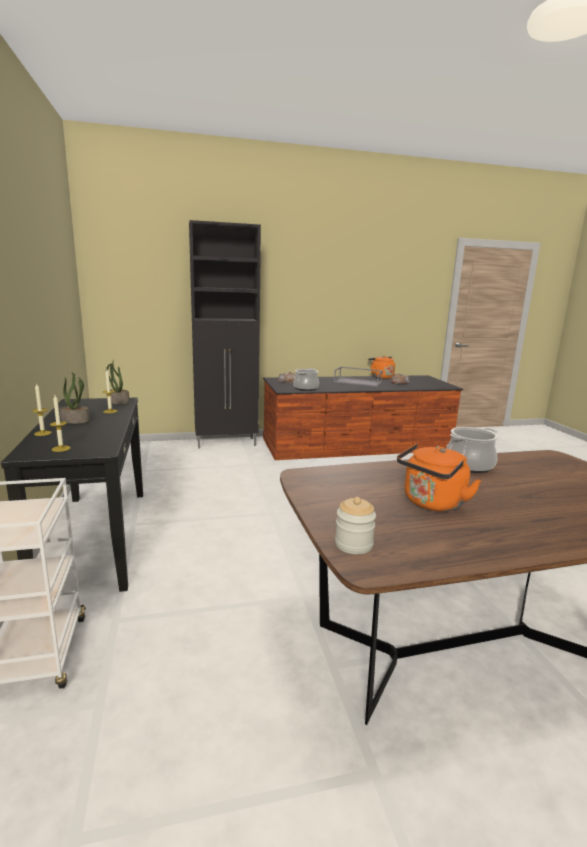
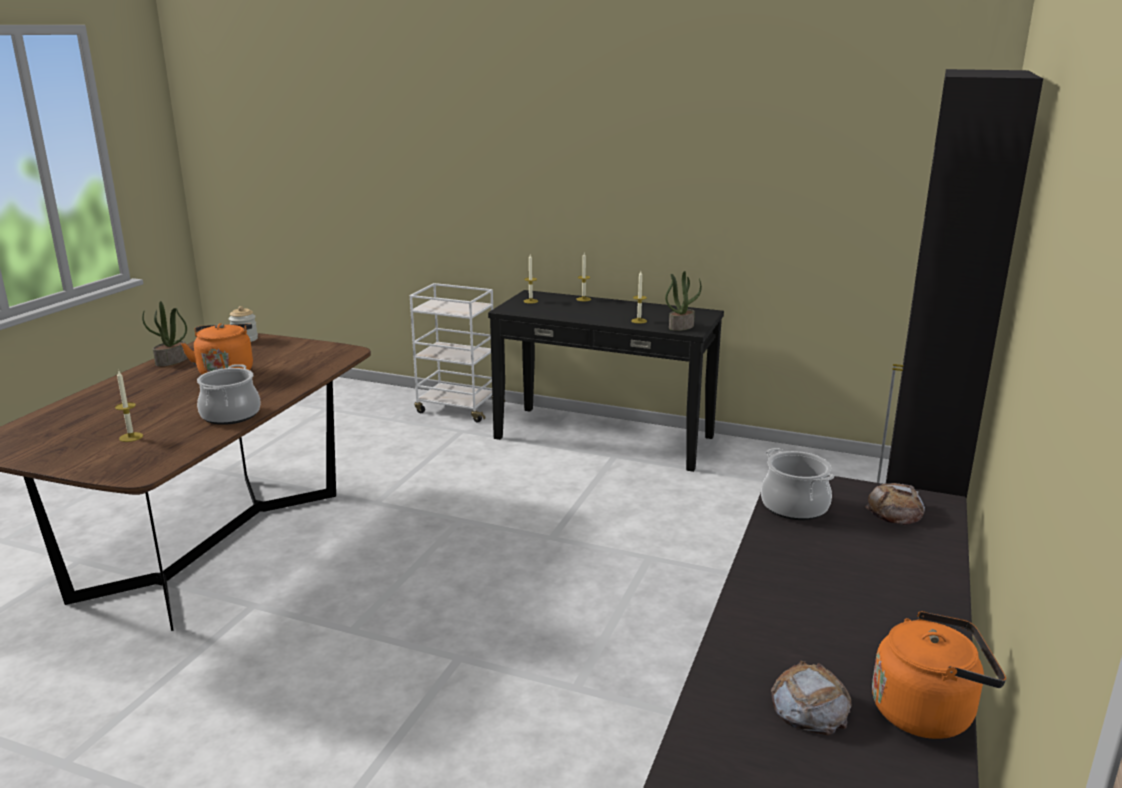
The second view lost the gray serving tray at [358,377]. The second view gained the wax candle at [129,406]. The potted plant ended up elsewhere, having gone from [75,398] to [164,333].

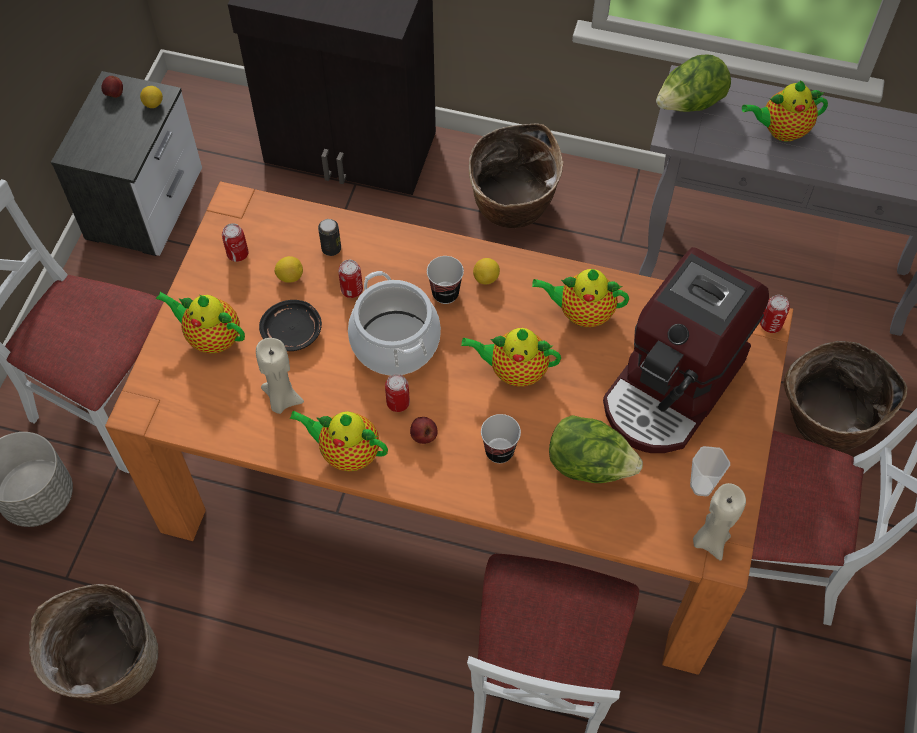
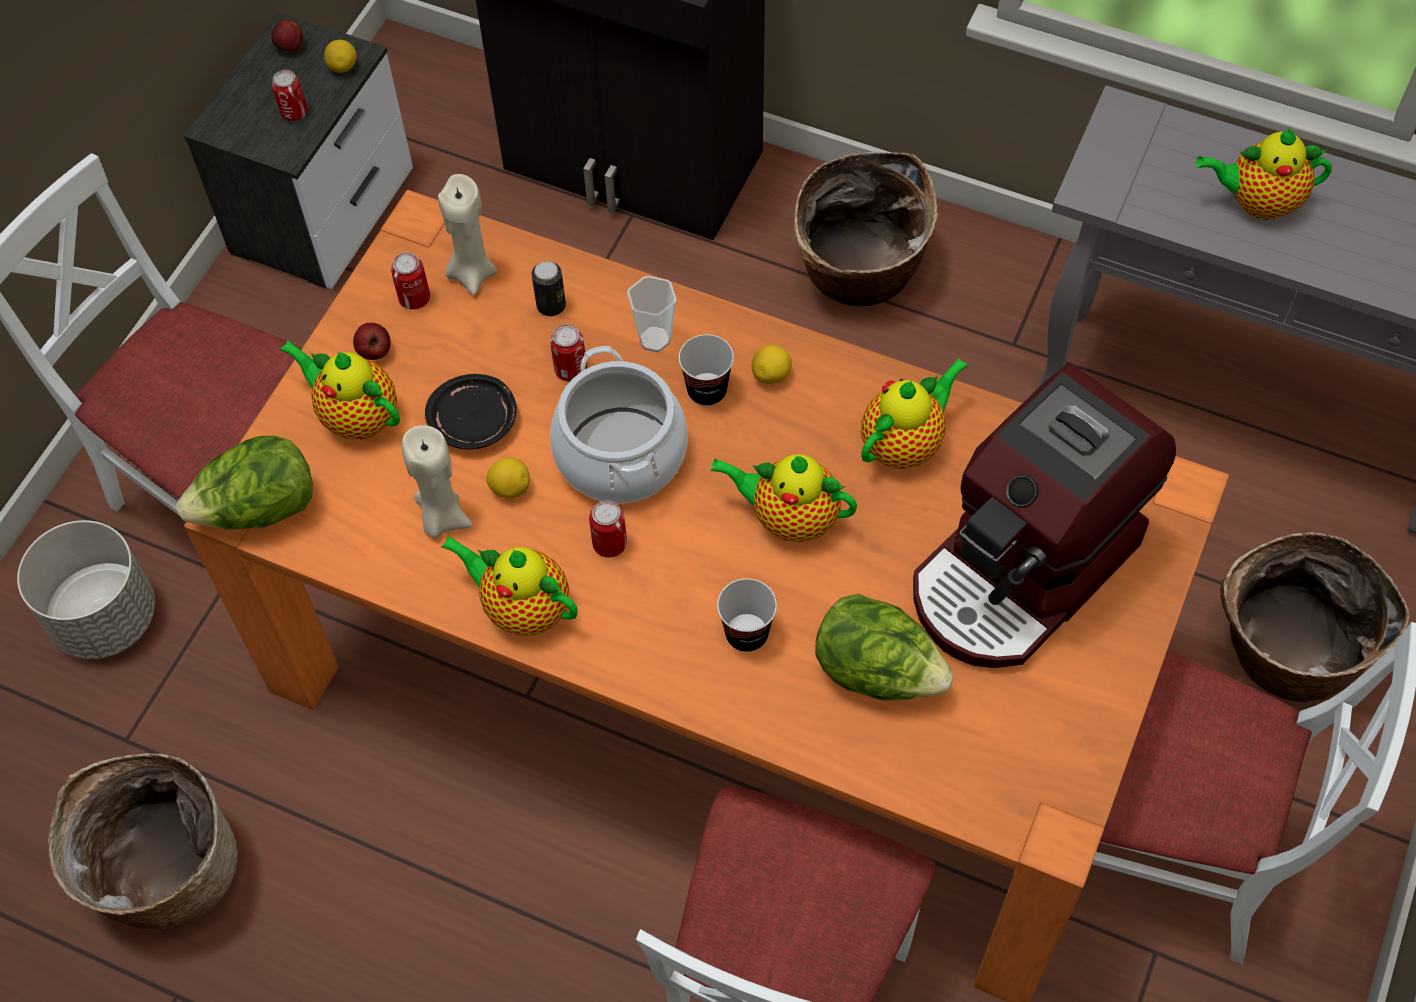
The whole lemon ended up elsewhere, having gone from [289,269] to [508,478]. The apple ended up elsewhere, having gone from [424,430] to [372,341]. The lettuce head ended up elsewhere, having gone from [693,83] to [245,482]. The cup ended up elsewhere, having gone from [710,471] to [651,314]. The beige wax candle ended up elsewhere, having gone from [719,522] to [467,234]. The sealed can ended up elsewhere, having gone from [775,314] to [290,95]. The teapot at [580,298] ended up facing another way, 120 degrees clockwise from before.

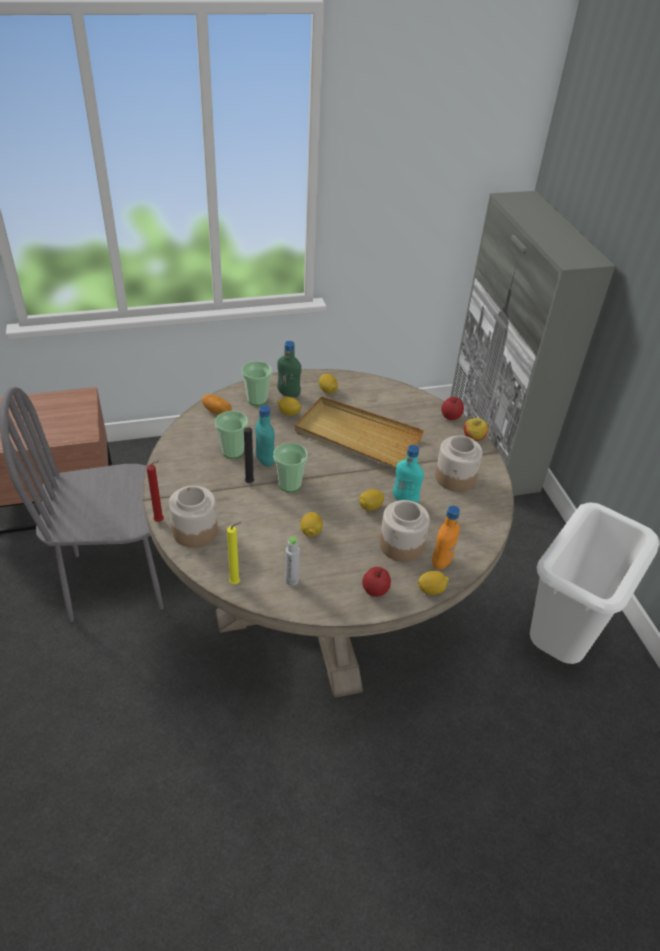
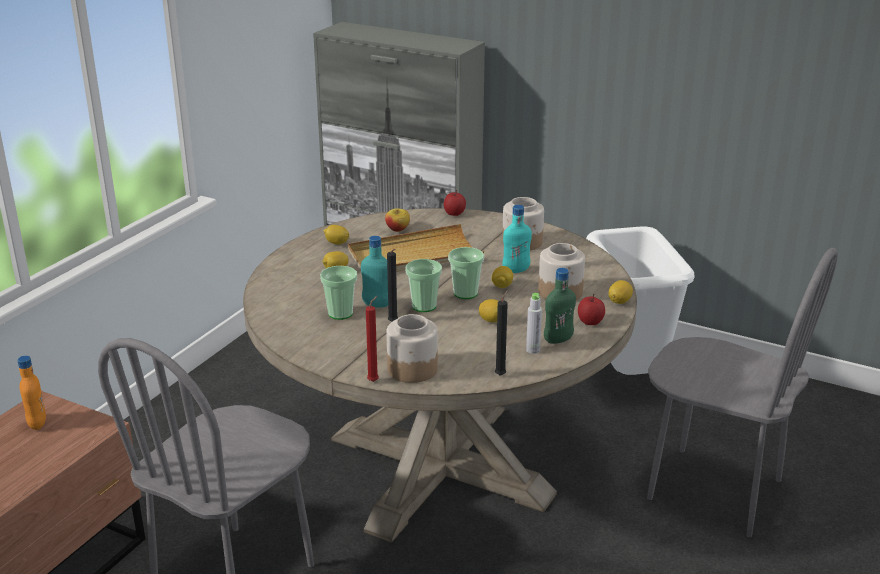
The second view lost the spud at [217,404]. The second view gained the gray upright chair at [742,393]. The cup ended up elsewhere, having gone from [257,383] to [466,273]. The green bottle ended up elsewhere, having gone from [289,369] to [560,306]. The orange-coloured bottle ended up elsewhere, having gone from [446,537] to [31,393]. The apple ended up elsewhere, having gone from [476,429] to [397,220]. What was the yellowish wax candle at [234,553] turned into the black wax candle at [501,333].

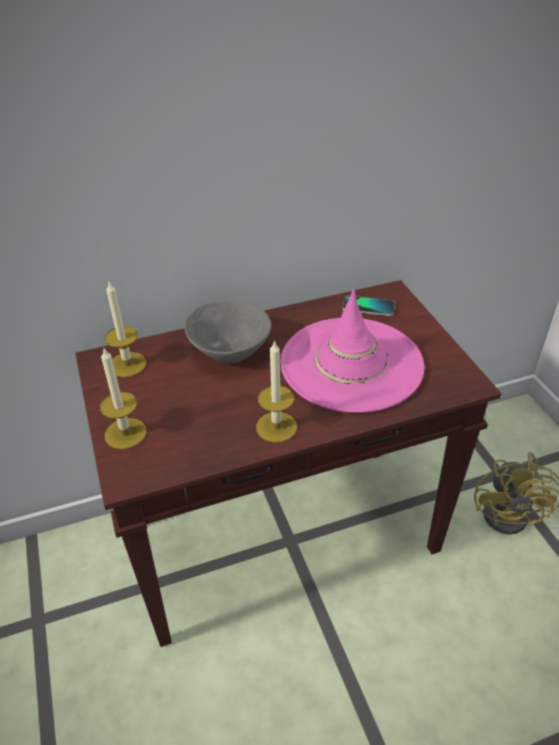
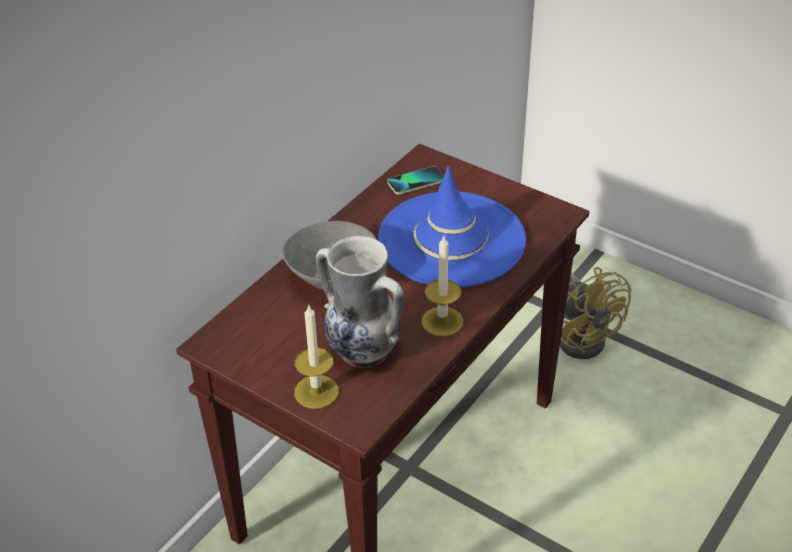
The second view lost the wax candle at [125,329]. The second view gained the decorative vase at [360,302]. What was the pinkish hat at [352,351] turned into the blue-coloured hat at [452,227].

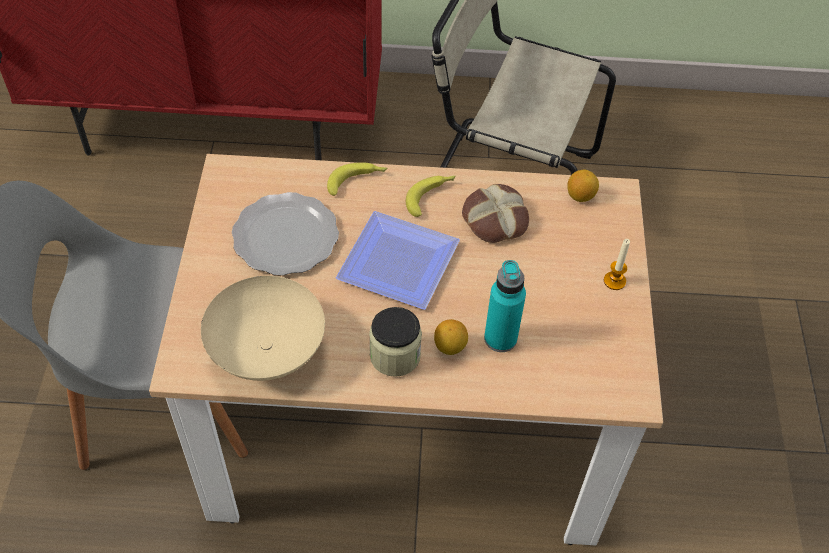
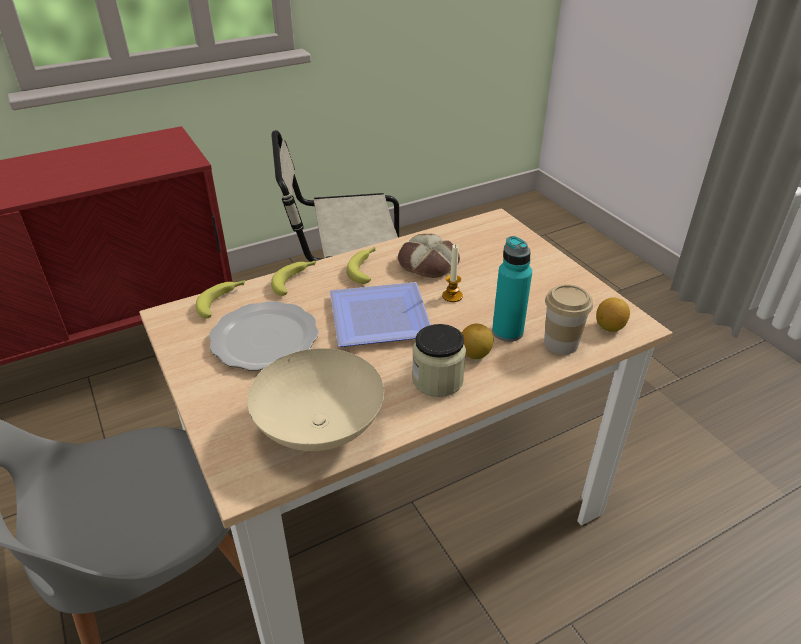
The second view gained the banana at [220,299]. The second view gained the cup at [568,319]. The whole lemon ended up elsewhere, having gone from [583,186] to [613,314]. The wax candle ended up elsewhere, having gone from [617,264] to [452,273].

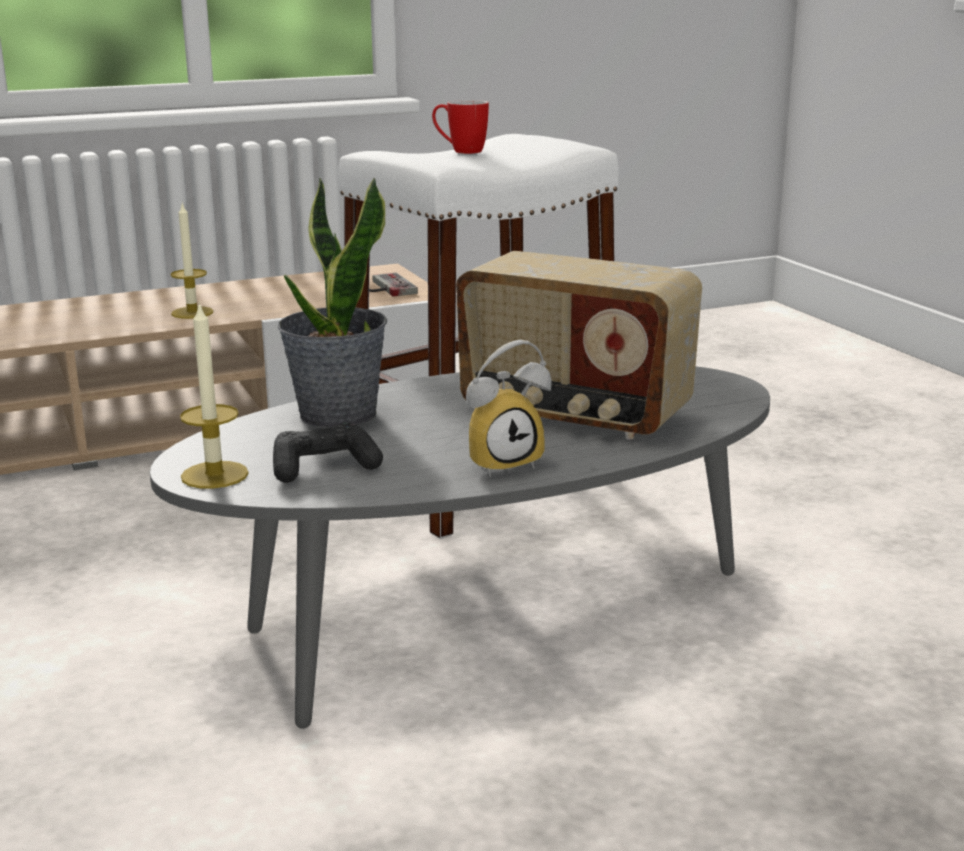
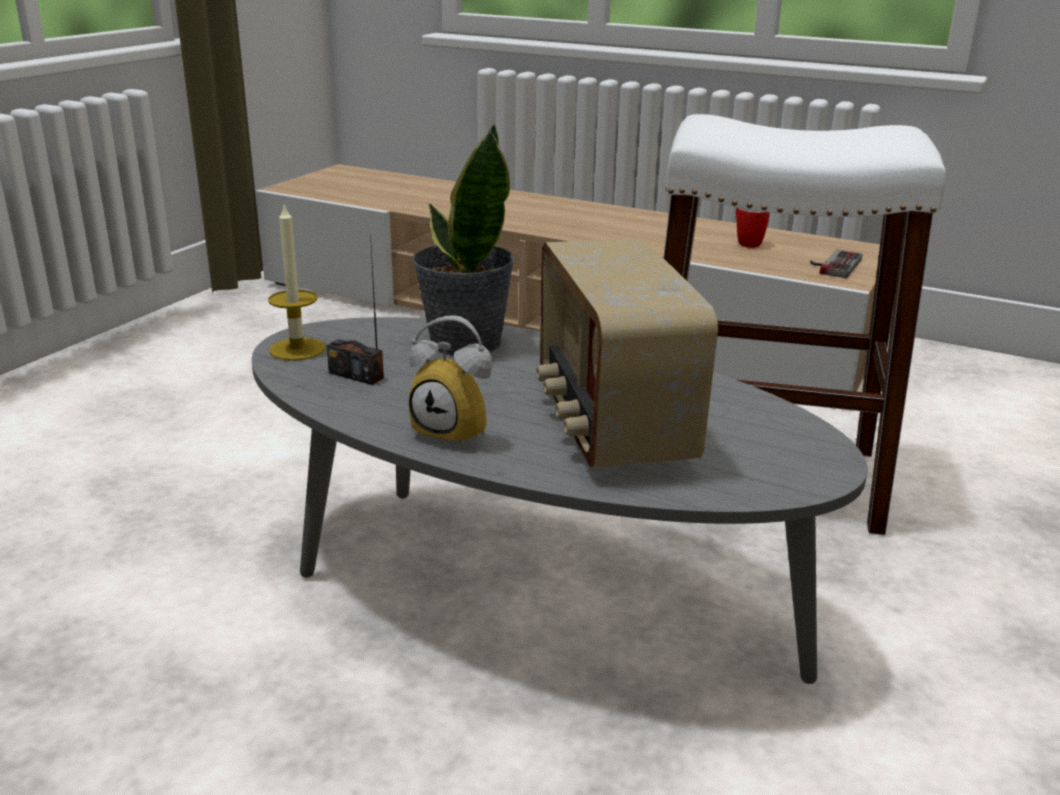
The second view lost the wax candle at [192,261]. The coffee mug ended up elsewhere, having gone from [460,127] to [753,228]. Where the black gamepad stood at [328,452], the radio came to stand at [355,309].

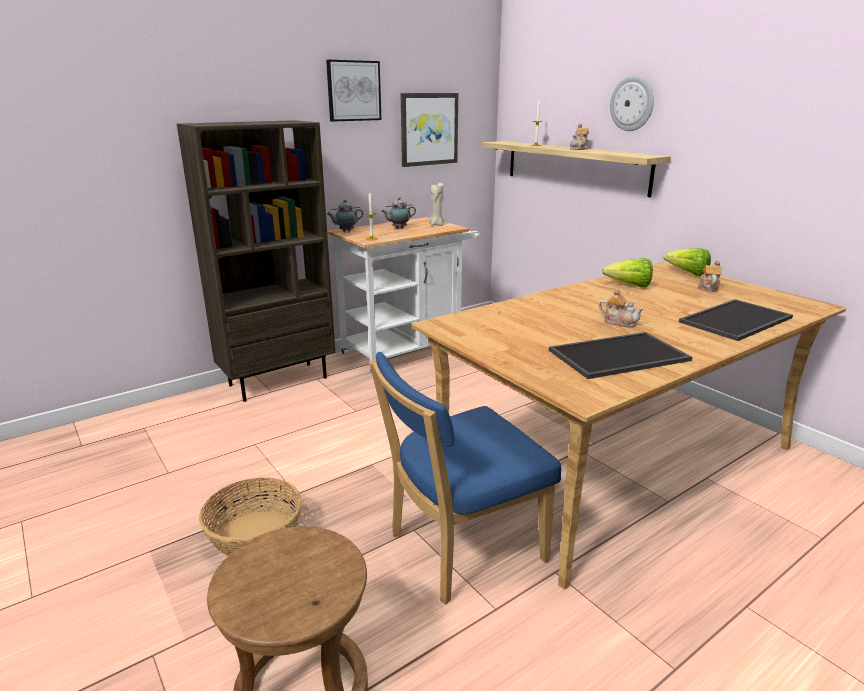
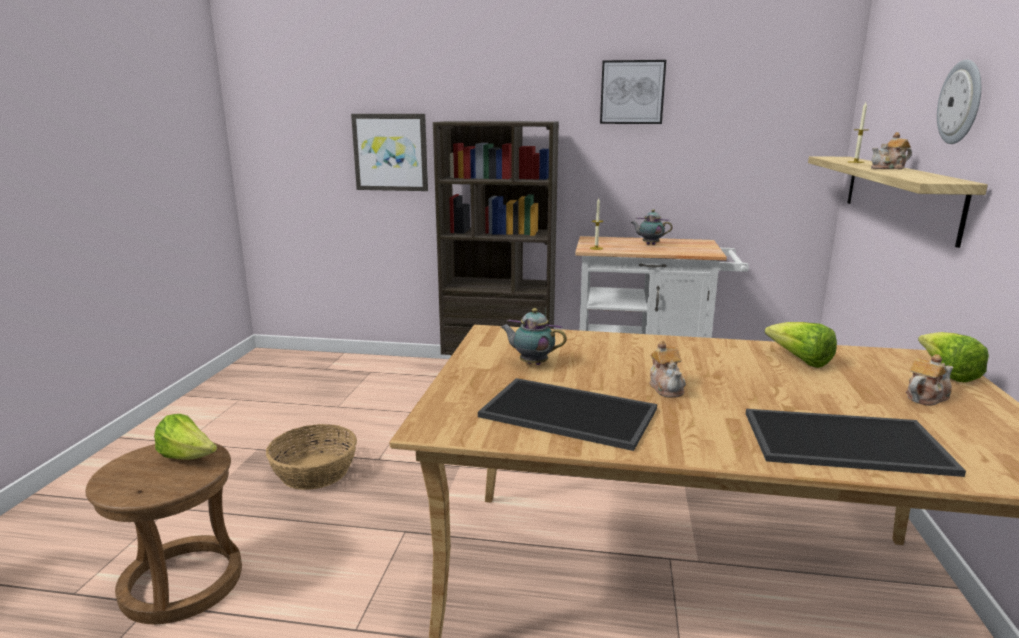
The second view lost the blue-coloured upright chair at [465,478]. The second view lost the beige wax candle at [436,204]. The second view gained the lettuce head at [185,437]. The teapot ended up elsewhere, having gone from [345,216] to [534,336]. The wall picture ended up elsewhere, having gone from [429,130] to [389,152].

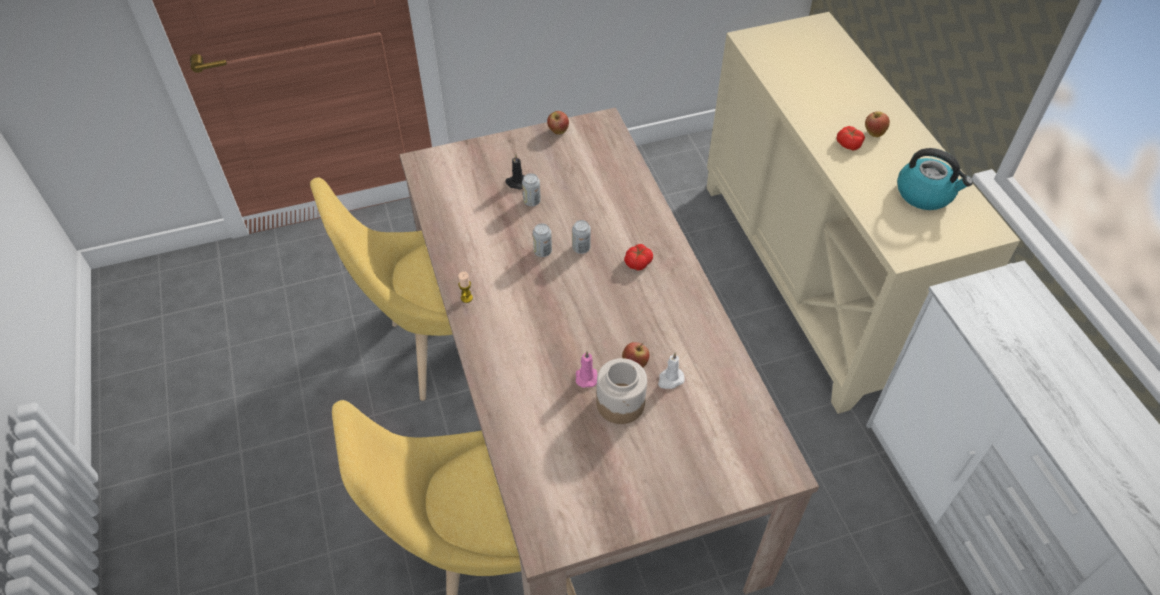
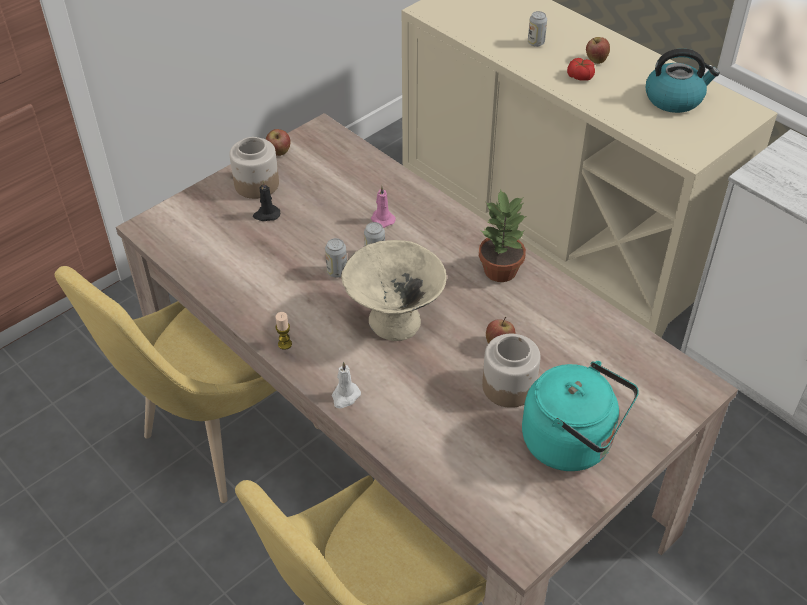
The second view lost the fresh tomato at [638,257]. The second view gained the storage jar at [254,168]. The second view gained the beige serving bowl at [394,290]. The second view gained the potted plant at [502,235]. The second view gained the turquoise-coloured water kettle at [580,416]. The sealed can ended up elsewhere, having gone from [531,189] to [537,29]. The pinkish wax candle ended up elsewhere, having gone from [586,369] to [383,207]. The white-coloured wax candle ended up elsewhere, having gone from [671,371] to [346,384].

